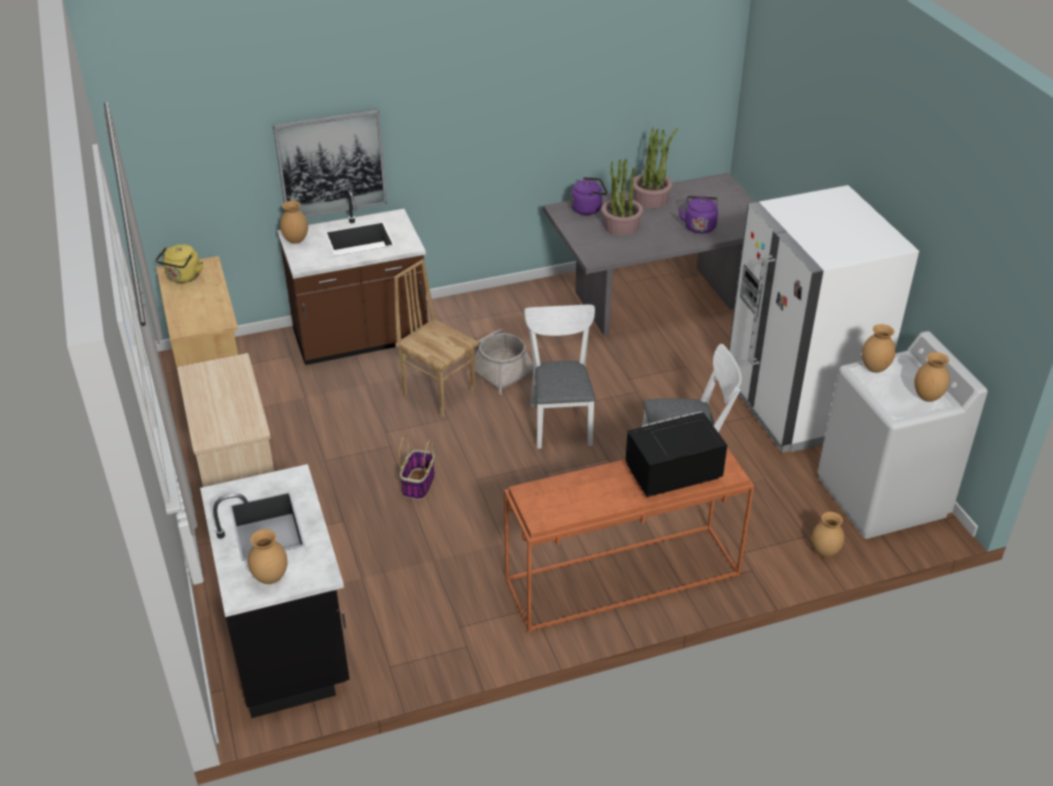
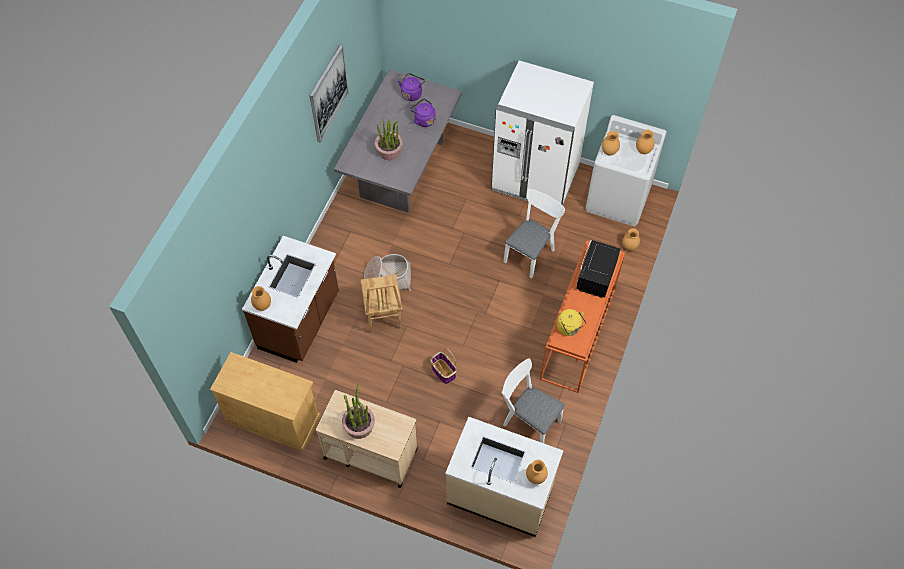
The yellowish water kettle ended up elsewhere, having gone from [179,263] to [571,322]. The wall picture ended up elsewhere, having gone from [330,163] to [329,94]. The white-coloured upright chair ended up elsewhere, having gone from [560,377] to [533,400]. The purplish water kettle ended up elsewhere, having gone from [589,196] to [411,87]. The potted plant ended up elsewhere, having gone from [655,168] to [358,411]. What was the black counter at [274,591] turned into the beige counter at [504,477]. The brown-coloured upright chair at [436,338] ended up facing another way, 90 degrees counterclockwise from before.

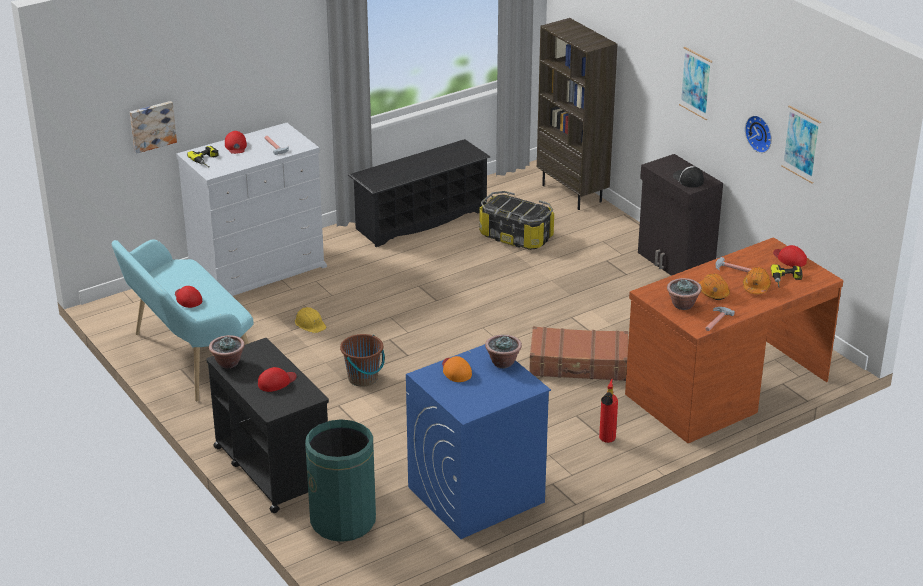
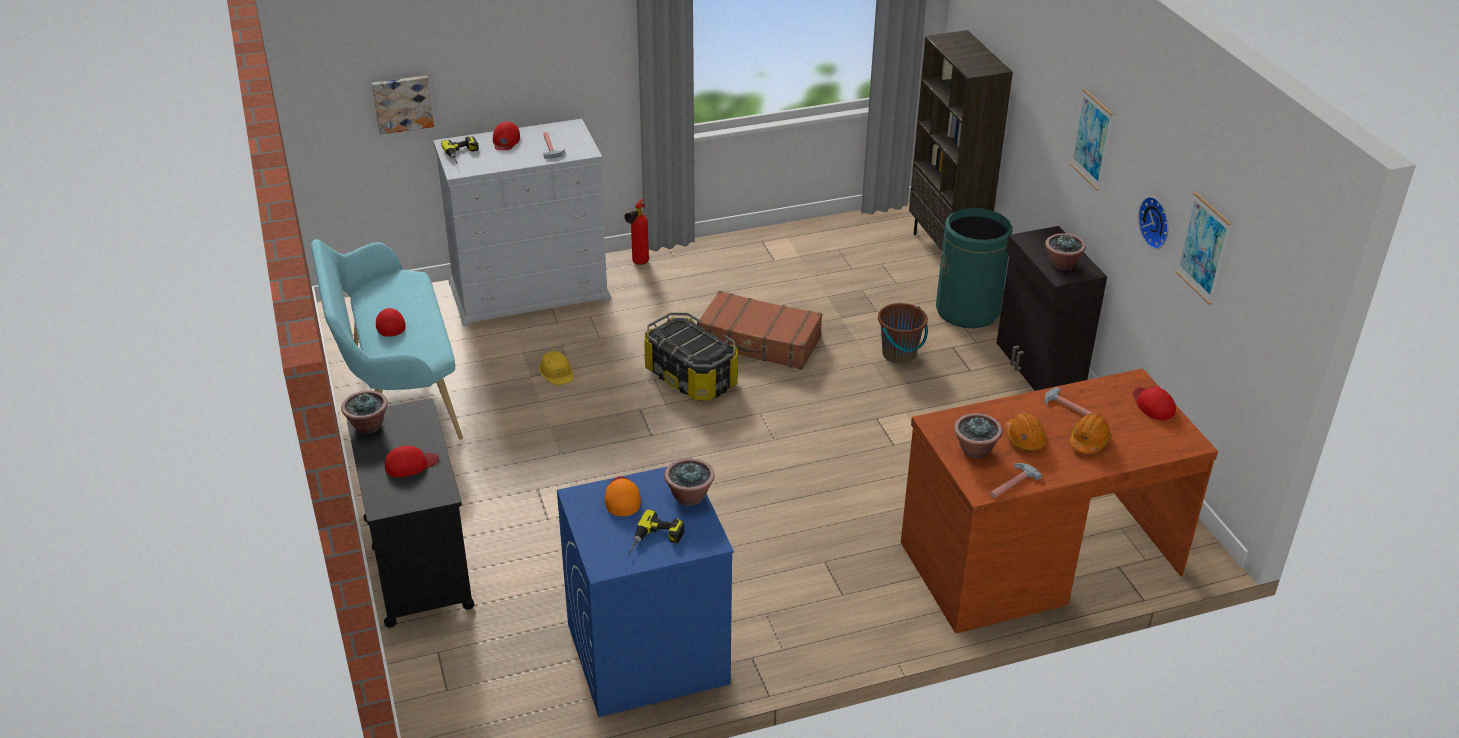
The second view lost the black shoe rack at [419,193]. The green rubbish bin ended up elsewhere, having gone from [340,480] to [974,268]. The brown-coloured pail ended up elsewhere, having gone from [362,360] to [903,333]. The storage container ended up elsewhere, having gone from [516,220] to [691,357]. The brown-coloured piece of luggage ended up elsewhere, having gone from [578,353] to [759,330]. The extinguisher ended up elsewhere, having gone from [608,411] to [636,232]. The electric drill ended up elsewhere, having gone from [787,276] to [656,531]. Where the cap stood at [688,176], the potted plant came to stand at [1065,251].

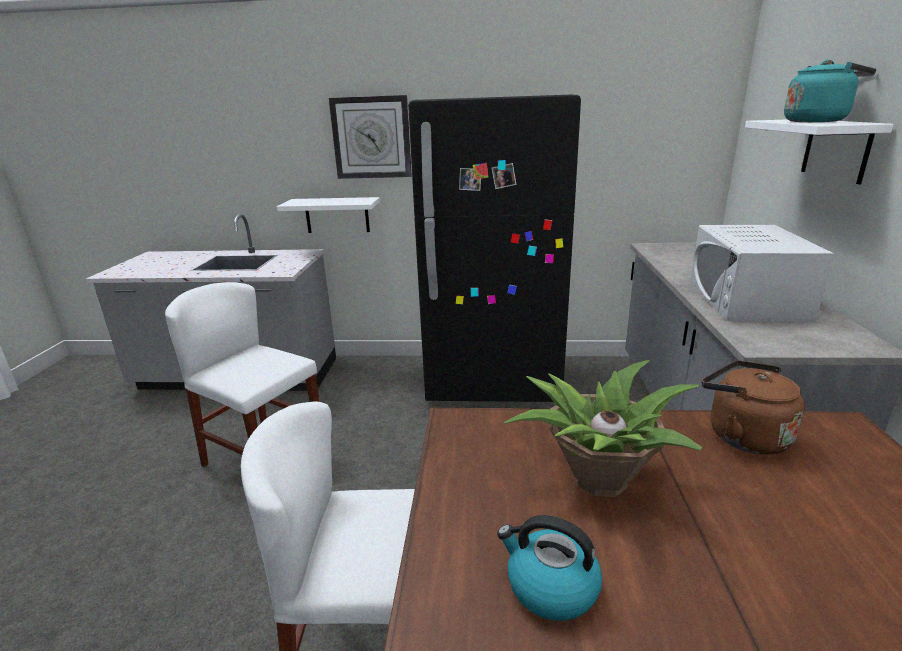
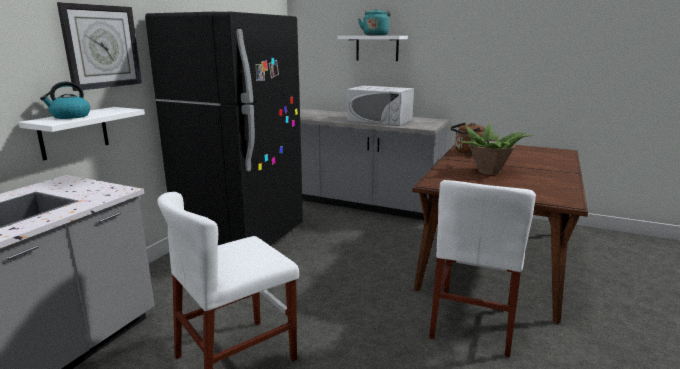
The water kettle ended up elsewhere, having gone from [549,568] to [65,100].

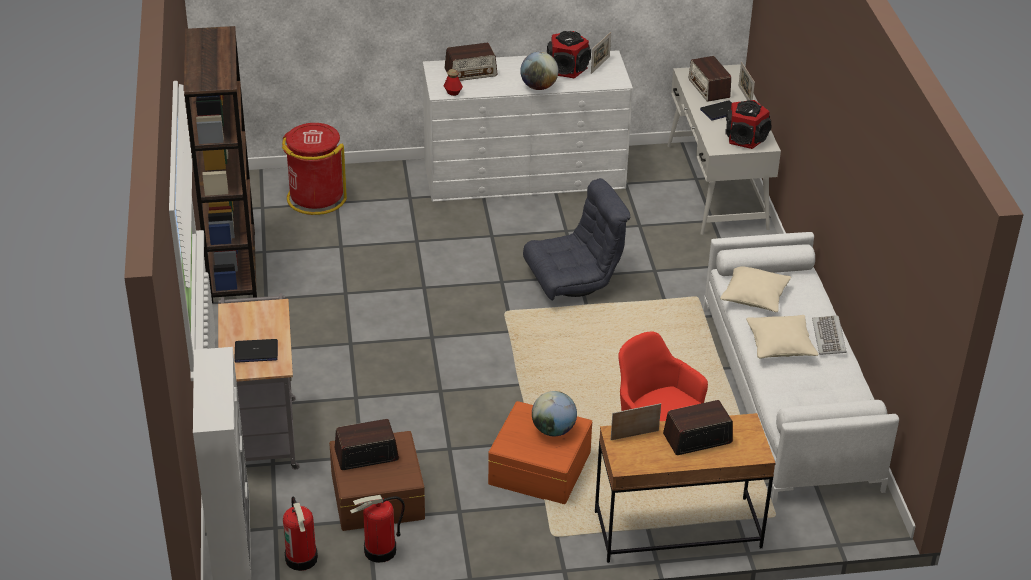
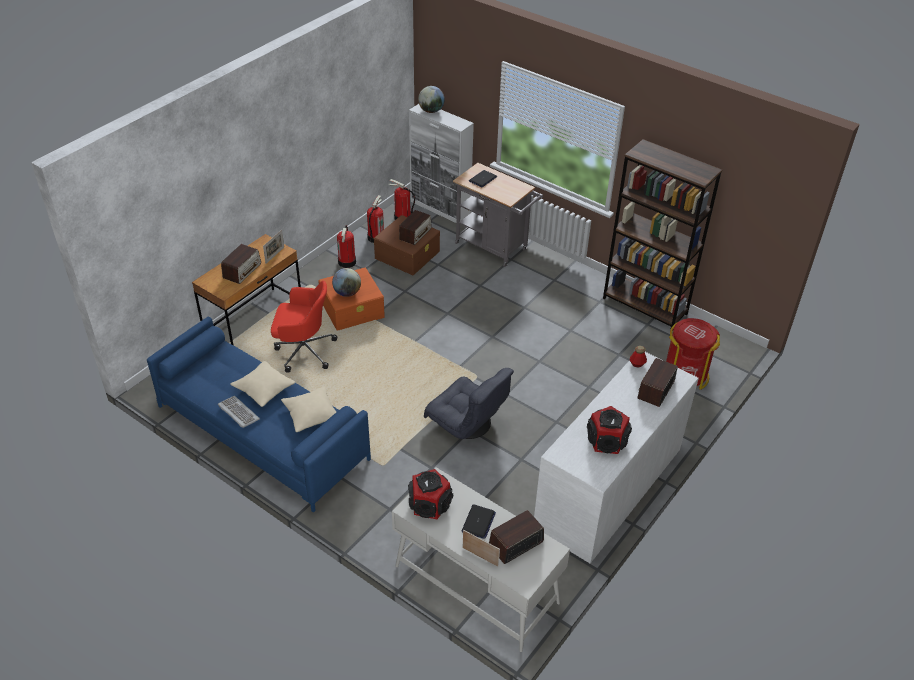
The second view lost the picture frame at [601,53]. The second view gained the extinguisher at [346,246]. The desk globe ended up elsewhere, having gone from [539,71] to [431,99]. What was the white-coloured settee at [801,367] turned into the blue-coloured settee at [259,415]. The gray armchair at [576,239] ended up facing another way, 75 degrees counterclockwise from before. The radio at [710,79] ended up facing another way, 60 degrees counterclockwise from before.

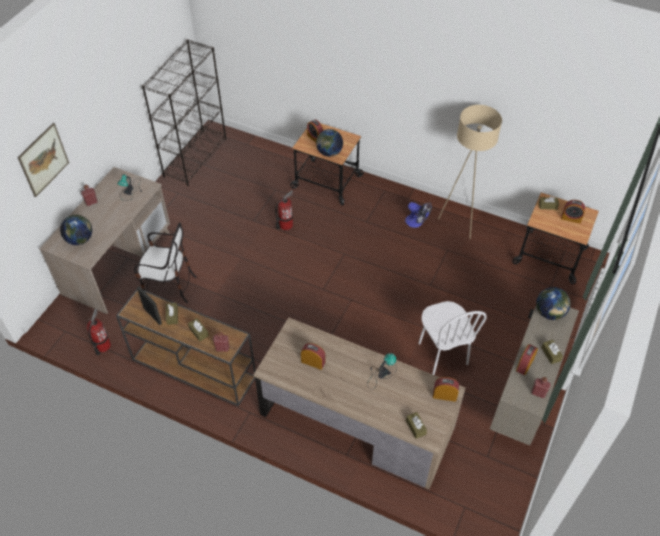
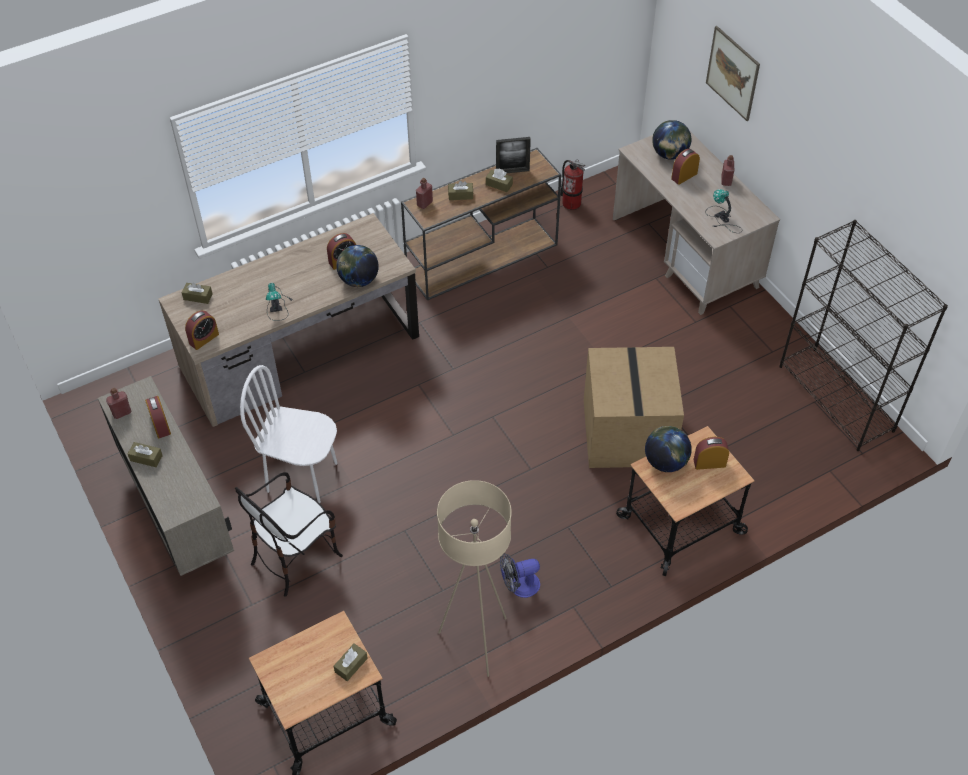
The upright chair ended up elsewhere, having gone from [165,263] to [289,534]. The desk globe ended up elsewhere, having gone from [553,303] to [357,266]. The table clock ended up elsewhere, having gone from [573,211] to [685,167]. Where the extinguisher stood at [284,210], the carton came to stand at [633,407].

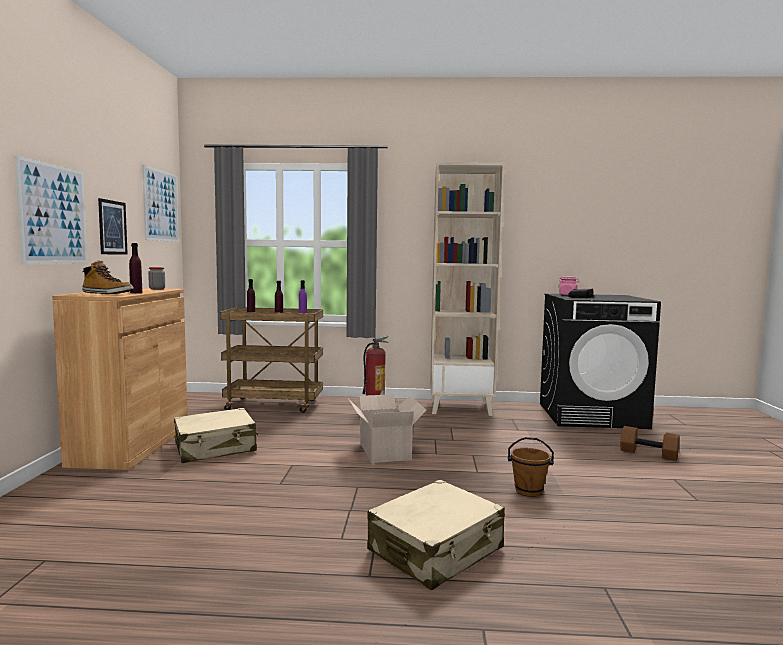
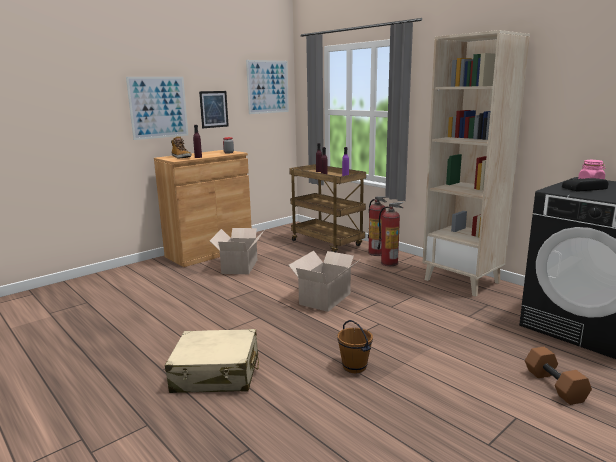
The second view gained the extinguisher at [377,226]. Where the beige piece of luggage stood at [216,435], the carton came to stand at [237,251].

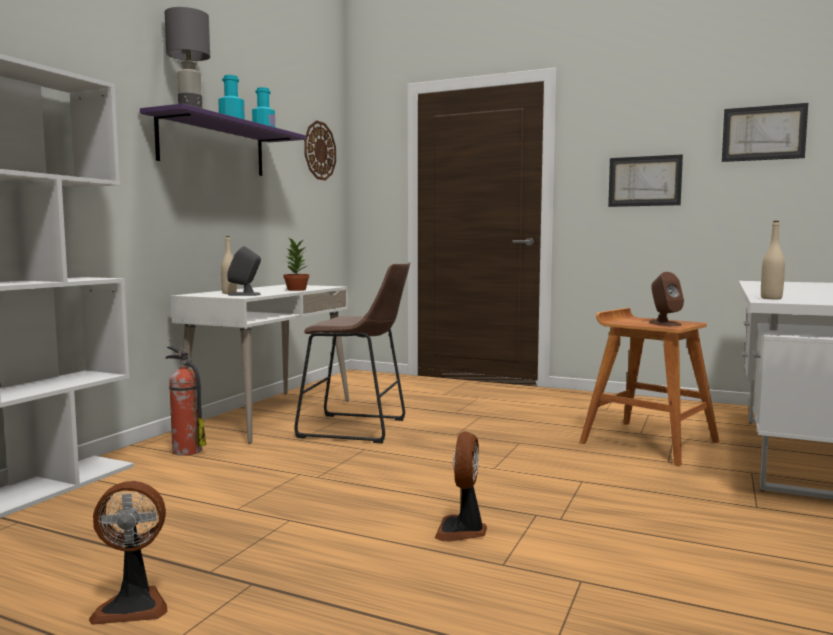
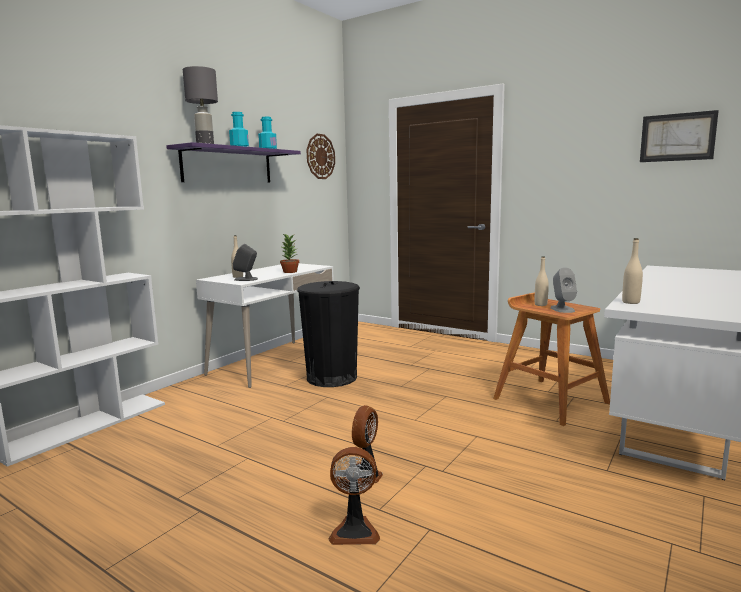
The second view lost the extinguisher at [186,401]. The second view lost the wall picture at [645,180]. The second view gained the beige bottle at [542,281]. The cooling fan ended up elsewhere, having gone from [128,553] to [354,496]. Where the brown-coloured stool seat stood at [352,353], the black rubbish bin came to stand at [328,334]. What was the brown-coloured audio speaker at [666,299] turned into the gray audio speaker at [563,290].

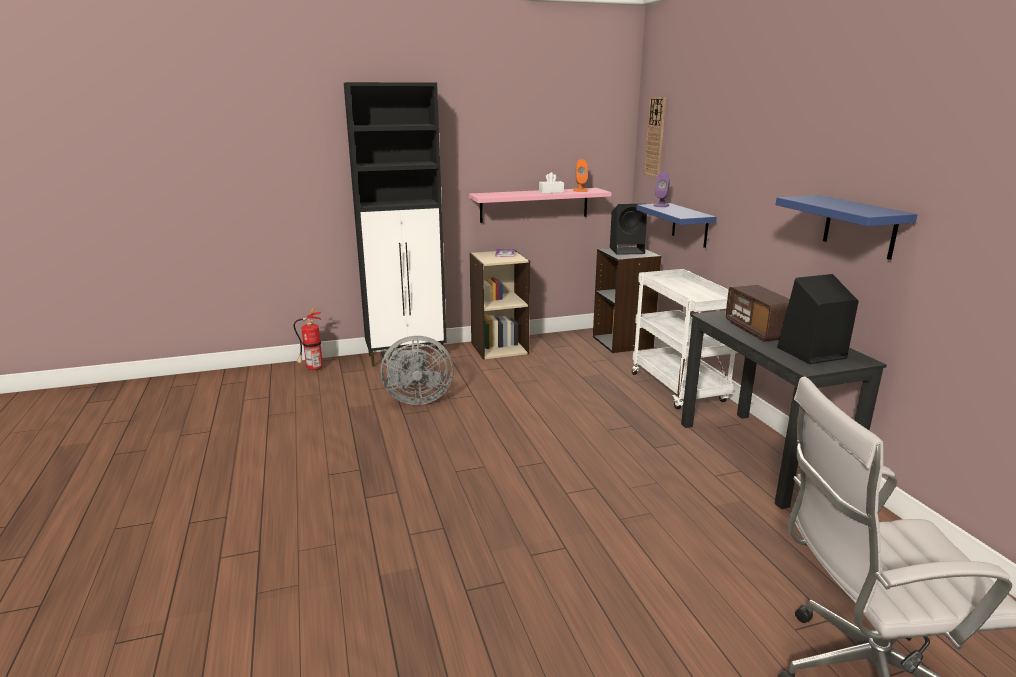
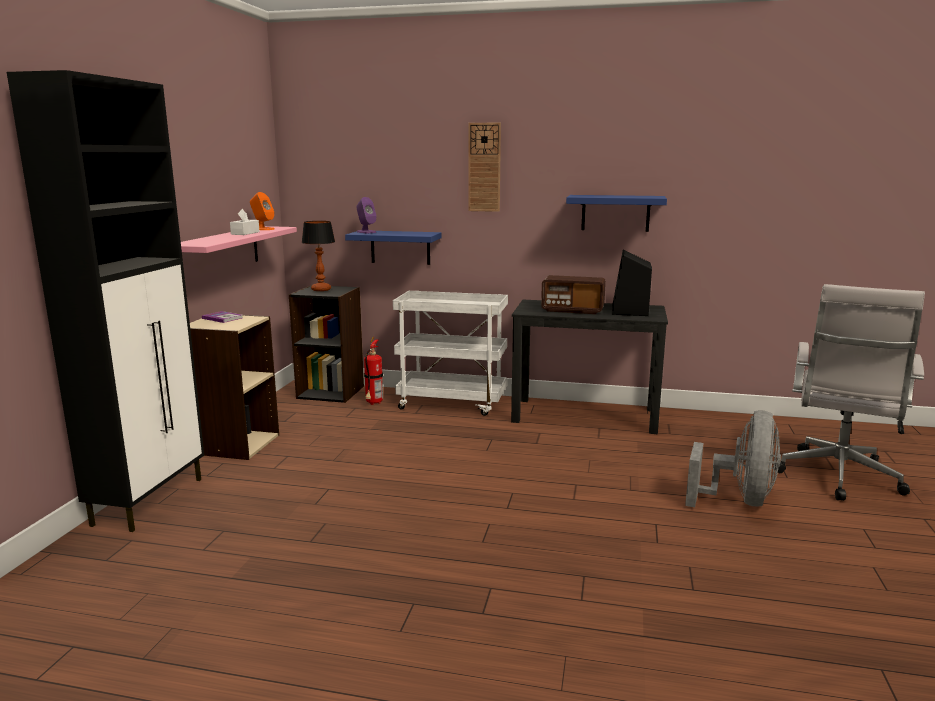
The extinguisher ended up elsewhere, having gone from [308,339] to [373,371]. The gray cooling fan ended up elsewhere, having gone from [417,370] to [733,458]. The wall clock ended up elsewhere, having gone from [655,137] to [484,167]. Where the black audio speaker stood at [628,229], the tabletop lamp came to stand at [318,256].

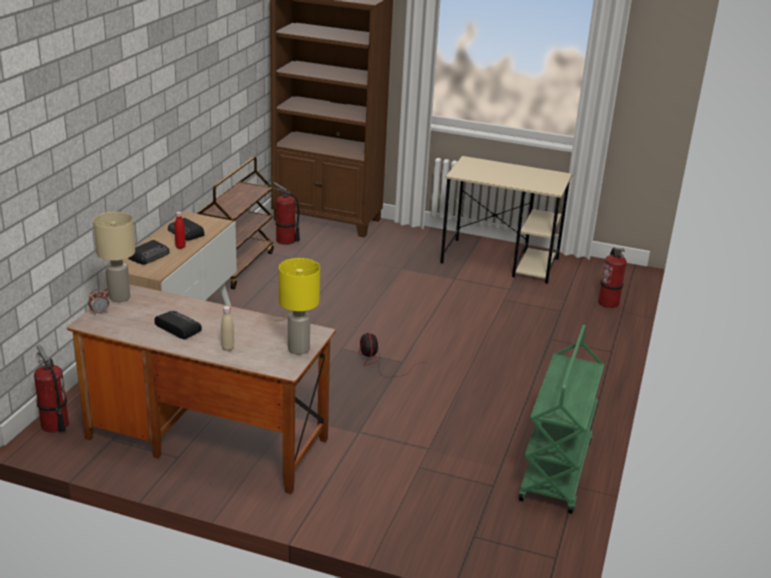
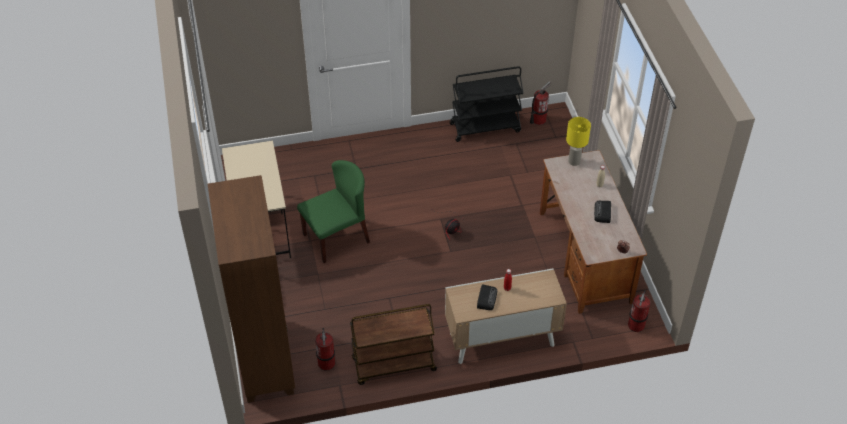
The second view lost the beige tabletop lamp at [114,257]. The second view lost the radio at [149,252]. The second view gained the green upright chair at [333,211]. The extinguisher ended up elsewhere, having gone from [612,278] to [540,103]. What was the green trolley at [561,419] turned into the black trolley at [486,104].

